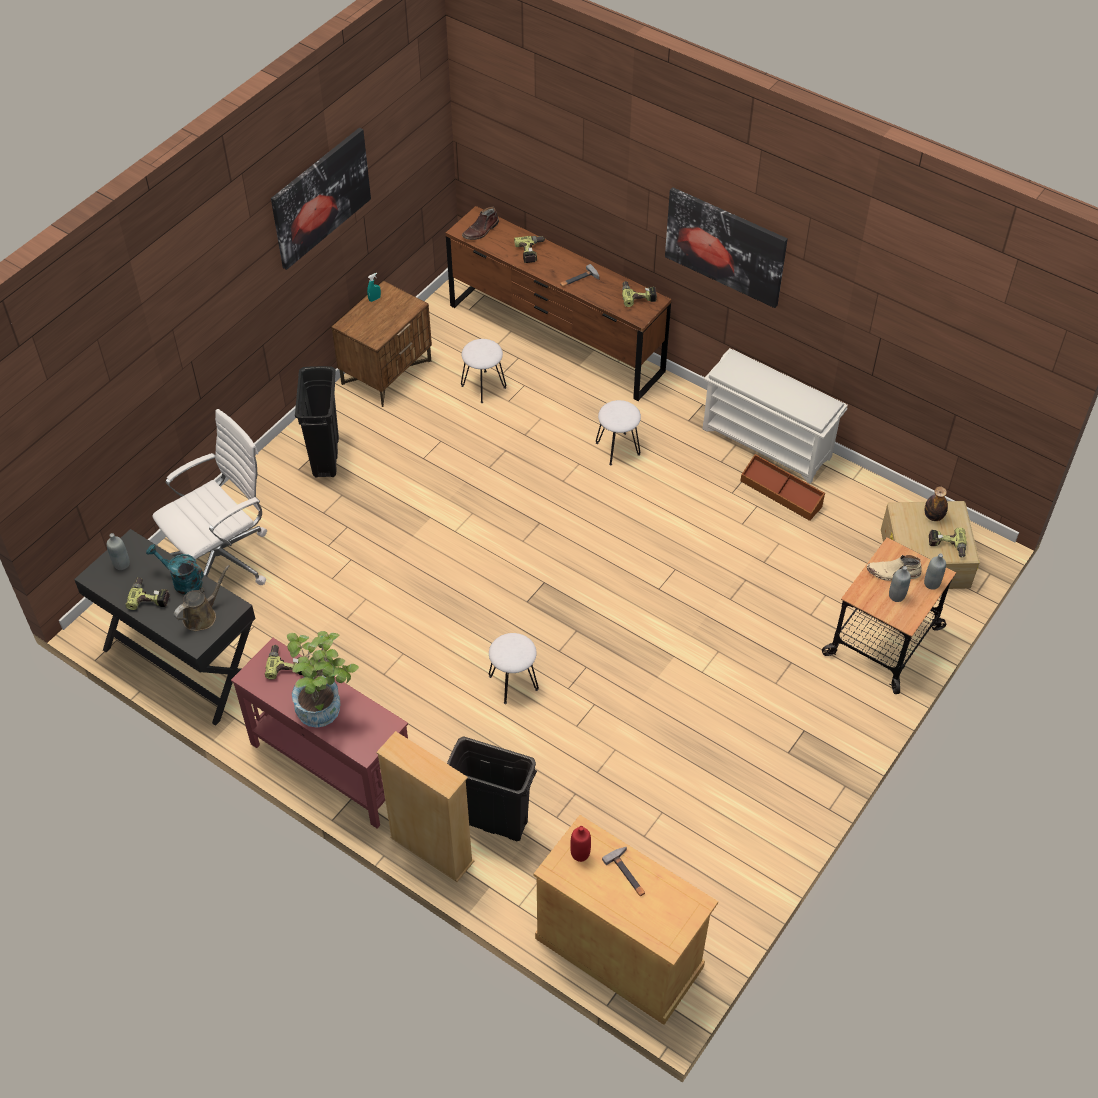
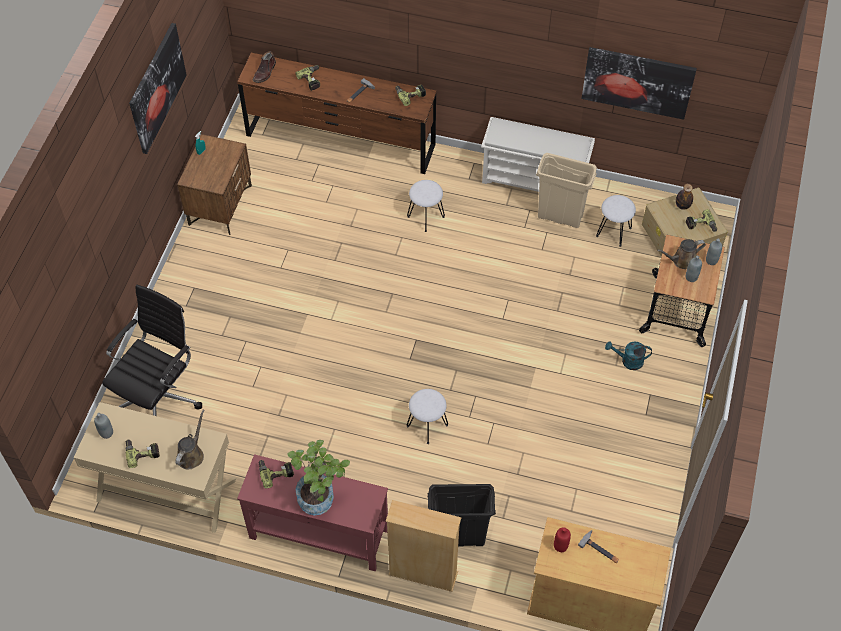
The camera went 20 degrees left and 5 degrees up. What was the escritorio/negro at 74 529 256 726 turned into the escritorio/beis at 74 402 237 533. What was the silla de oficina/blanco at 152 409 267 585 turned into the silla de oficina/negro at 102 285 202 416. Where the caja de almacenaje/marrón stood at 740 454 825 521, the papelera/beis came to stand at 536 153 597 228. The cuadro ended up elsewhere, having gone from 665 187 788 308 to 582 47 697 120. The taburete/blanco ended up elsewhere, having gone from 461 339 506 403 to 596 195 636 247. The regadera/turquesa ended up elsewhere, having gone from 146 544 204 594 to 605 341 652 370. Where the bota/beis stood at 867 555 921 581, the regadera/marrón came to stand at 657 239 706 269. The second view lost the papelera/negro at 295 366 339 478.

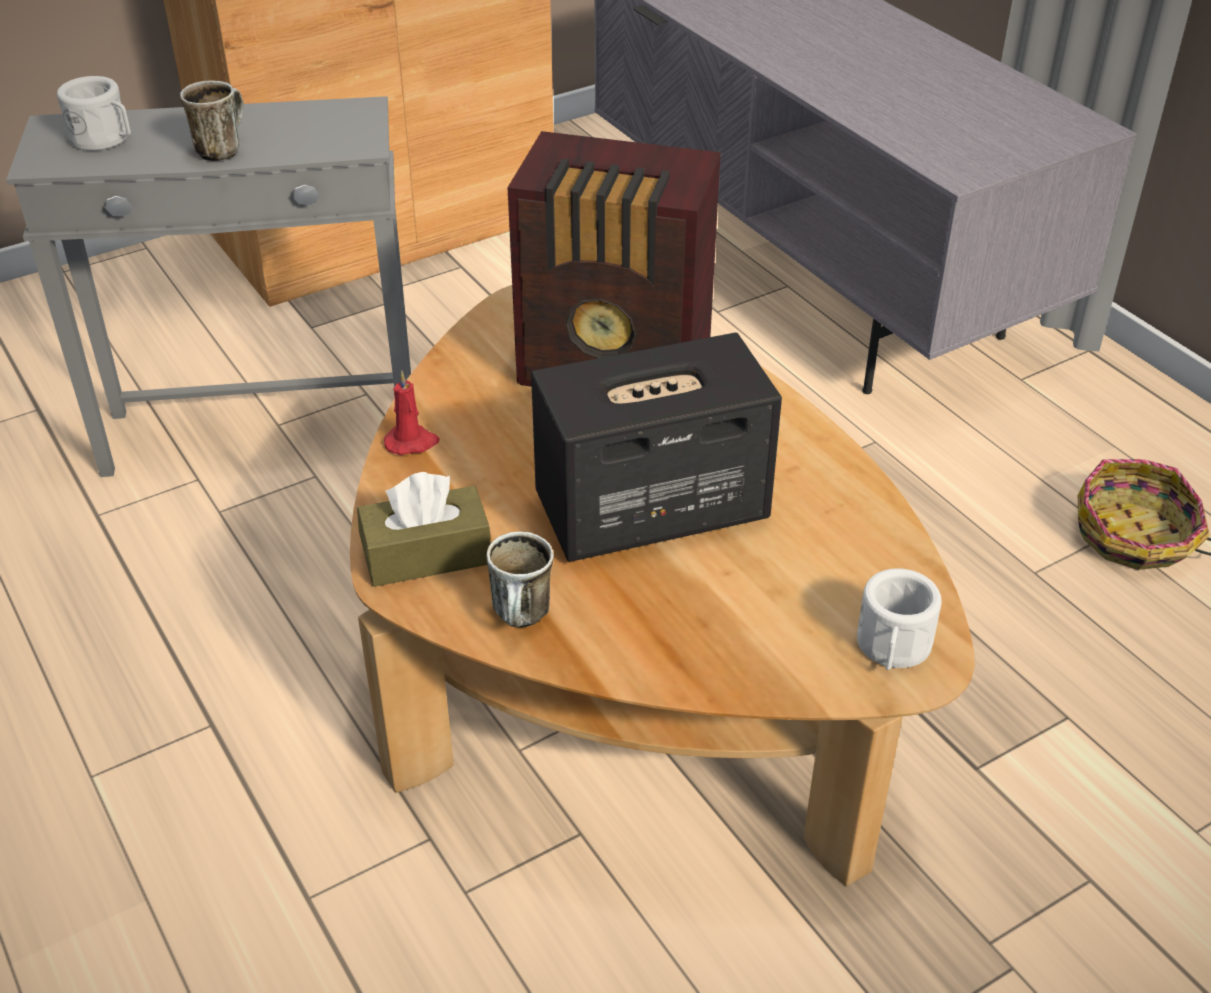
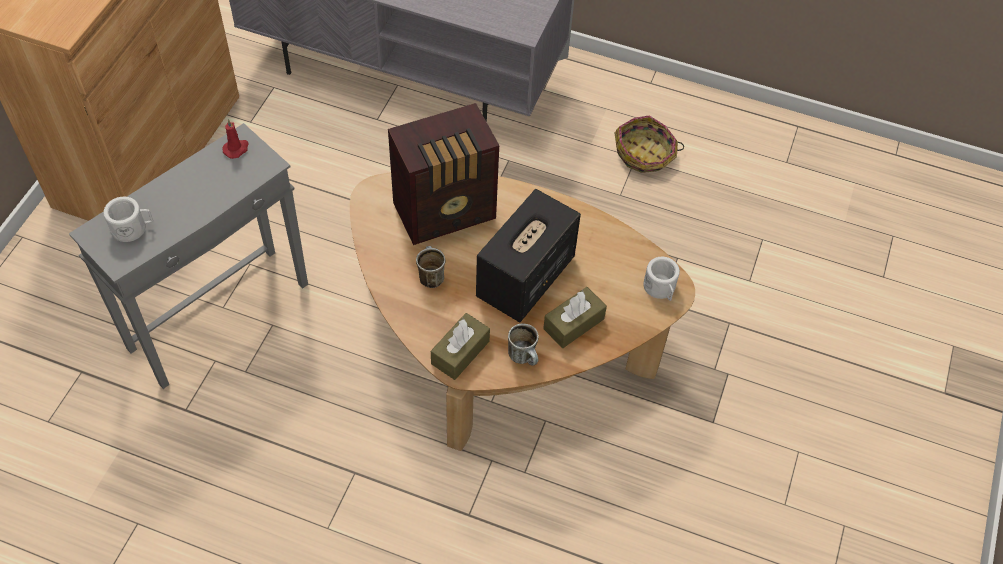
The camera went 40 degrees left and 15 degrees up. The vela/rojo ended up elsewhere, having gone from 384 371 440 455 to 222 119 249 159. The taza grande ended up elsewhere, having gone from 180 81 244 161 to 416 246 446 288. The second view gained the caja de pañuelos/marrón at 543 287 607 348.

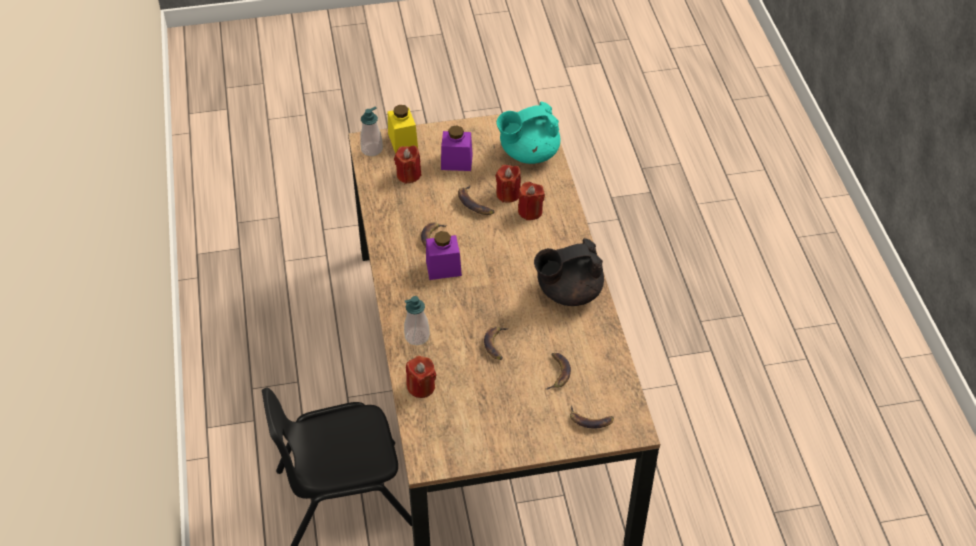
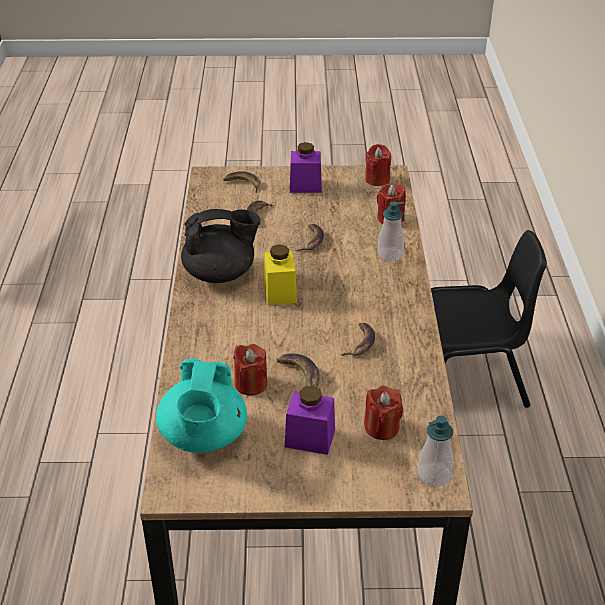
The camera went 170 degrees left and 10 degrees down. The tetera/turquesa at 497 102 561 164 ended up facing another way, 105 degrees clockwise from before. The tarro/amarillo ended up elsewhere, having gone from 388 105 418 153 to 264 244 297 305. The tarro/morado ended up elsewhere, having gone from 426 231 462 280 to 290 142 322 193. The vela/rojo ended up elsewhere, having gone from 518 182 545 220 to 365 144 391 186.

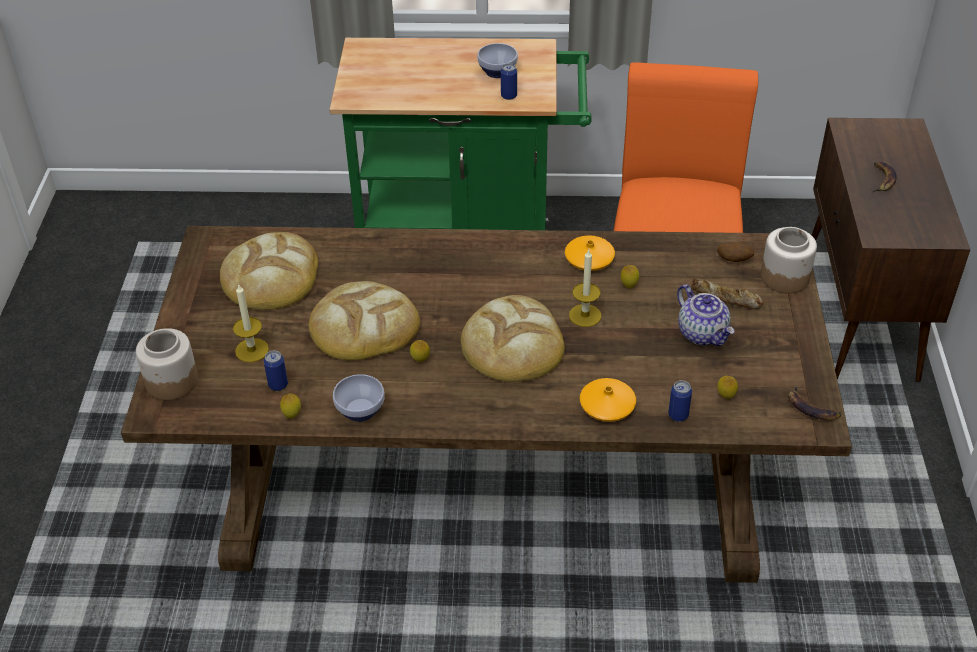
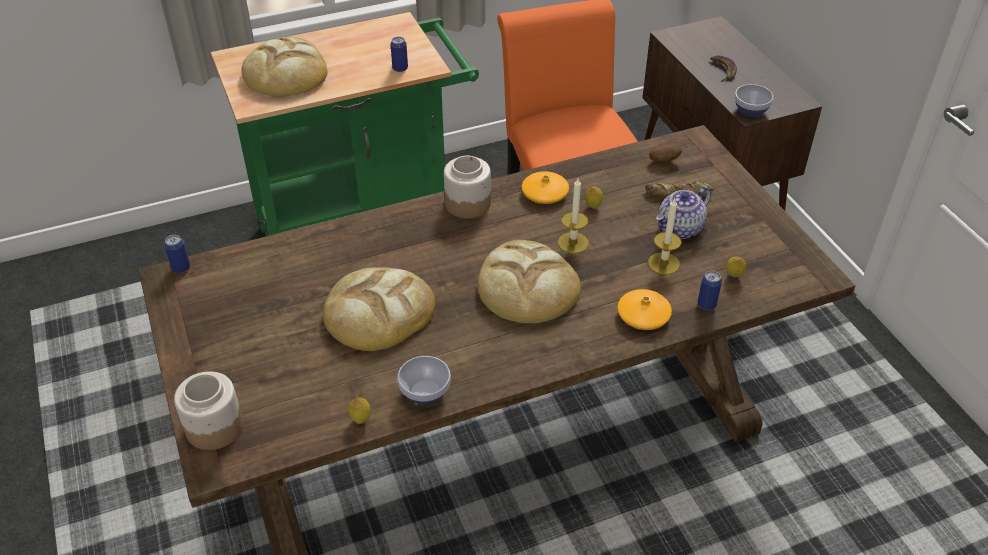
The camera went 25 degrees left and 0 degrees up. The lata ended up elsewhere, having gone from 264 351 288 391 to 164 235 190 273. The pan ended up elsewhere, having gone from 220 232 318 310 to 241 36 328 97. The tarro ended up elsewhere, having gone from 761 227 817 294 to 444 155 491 219. The vela ended up elsewhere, having gone from 233 283 269 362 to 648 198 682 275. The tetera at 677 284 735 346 ended up facing another way, 105 degrees clockwise from before. The cuenco ended up elsewhere, having gone from 477 43 518 78 to 734 84 773 117. The second view lost the limón at 410 340 430 362. The second view lost the plátano at 788 385 841 420.

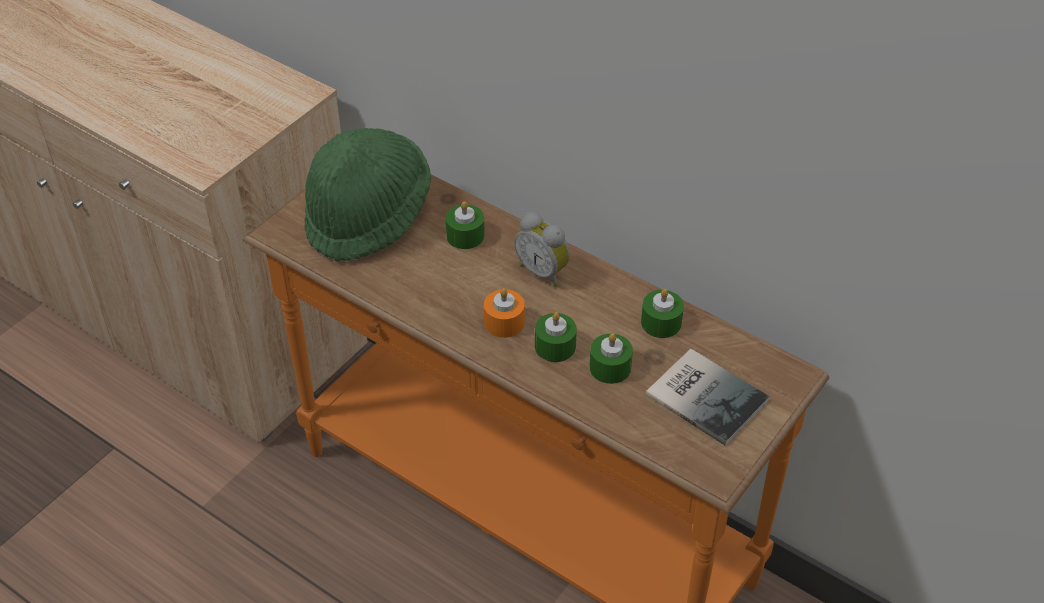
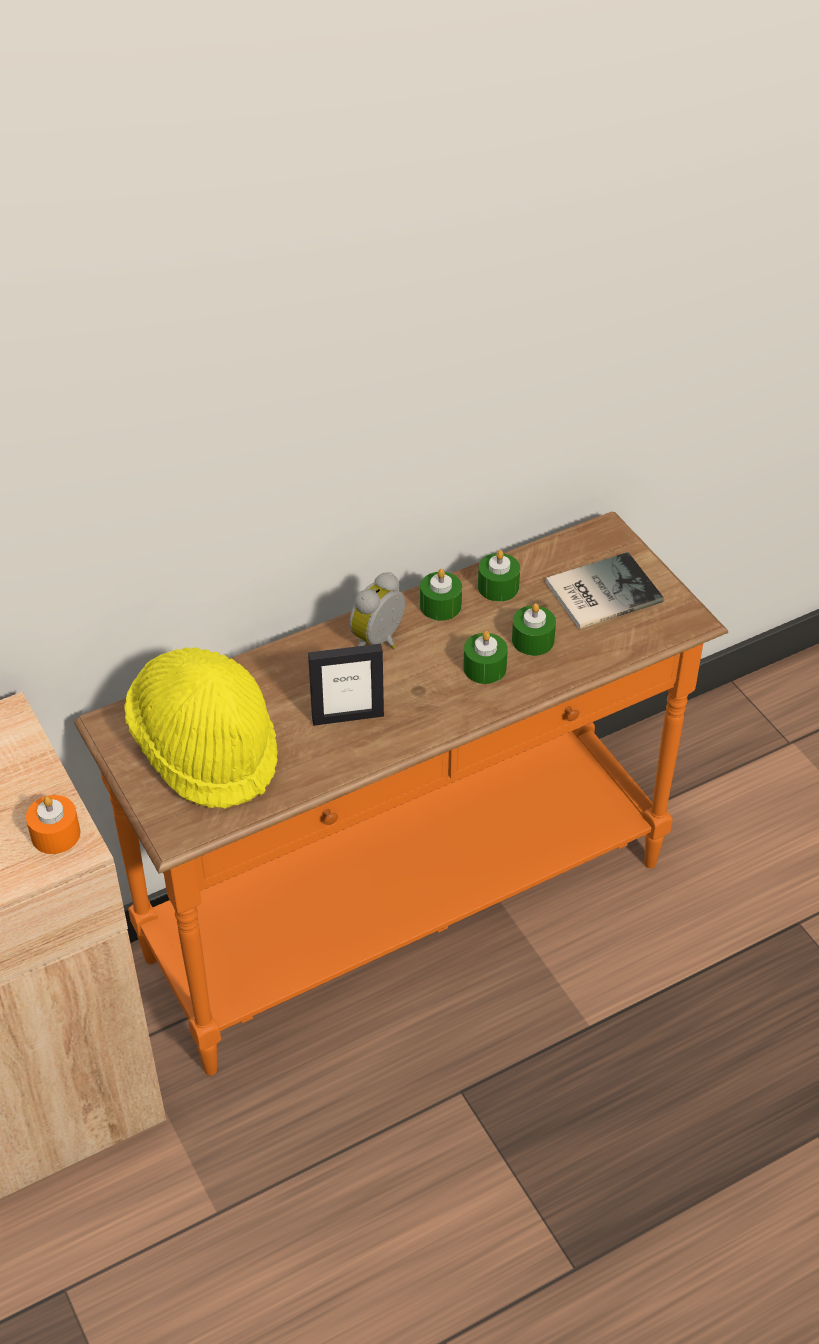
The camera went 65 degrees left and 0 degrees up. The vela/naranja ended up elsewhere, having gone from 484 288 525 338 to 26 795 80 854. What was the sombrero/verde at 304 128 431 262 turned into the sombrero/amarillo at 124 647 278 809. The second view gained the portarretratos at 308 644 384 726. The despertador at 514 212 570 287 ended up facing another way, 150 degrees clockwise from before. The vela/verde ended up elsewhere, having gone from 446 201 485 249 to 420 569 462 621.

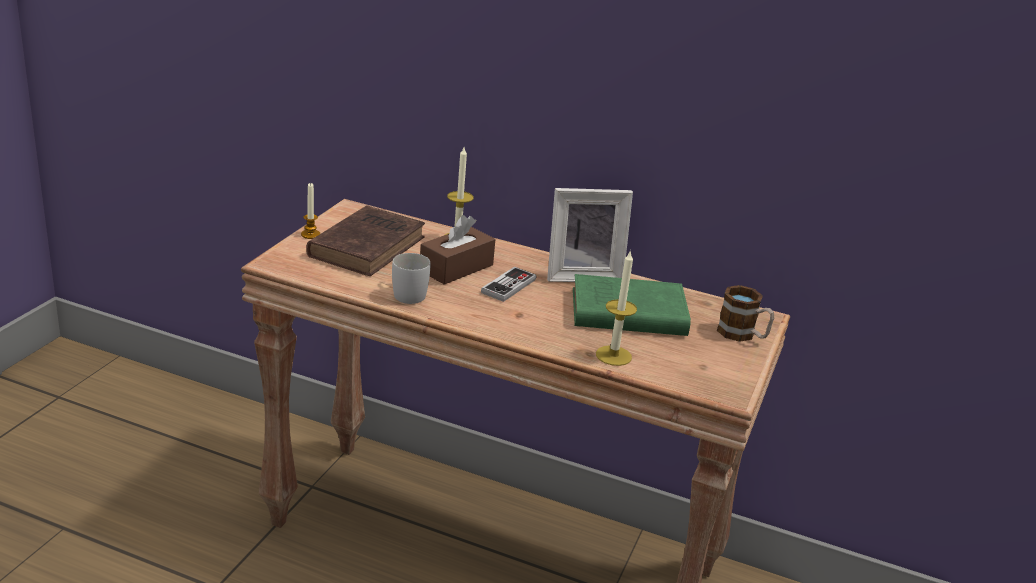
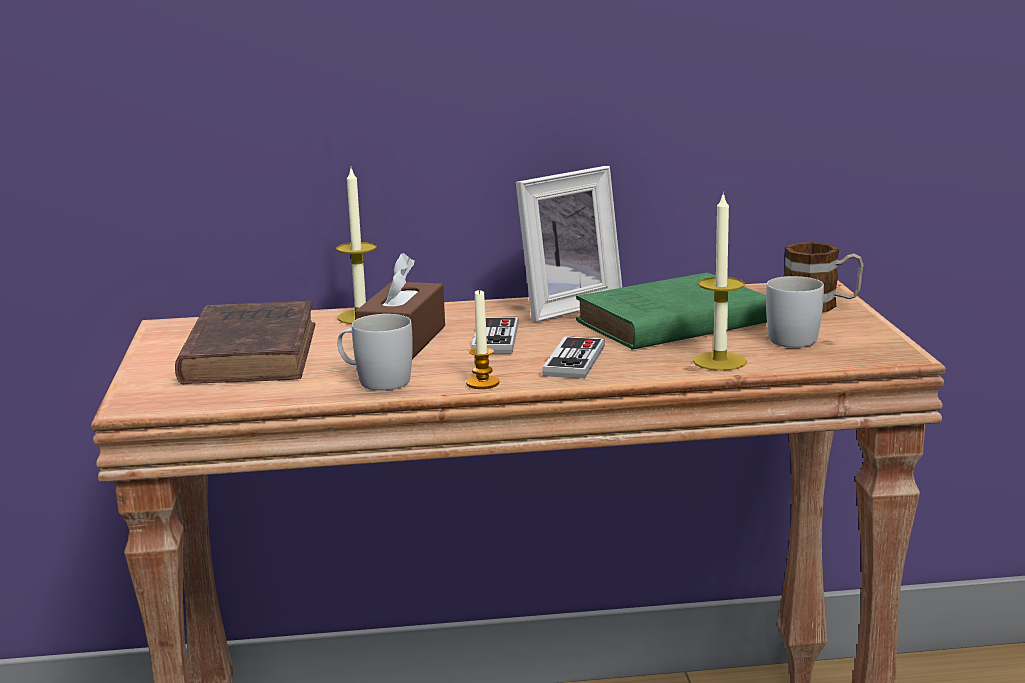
The camera went 25 degrees left and 10 degrees down. The vela ended up elsewhere, having gone from 301 183 320 239 to 466 289 499 389. The second view gained the mando de consola at 542 336 605 379. The second view gained the taza grande/blanco at 766 276 824 348.

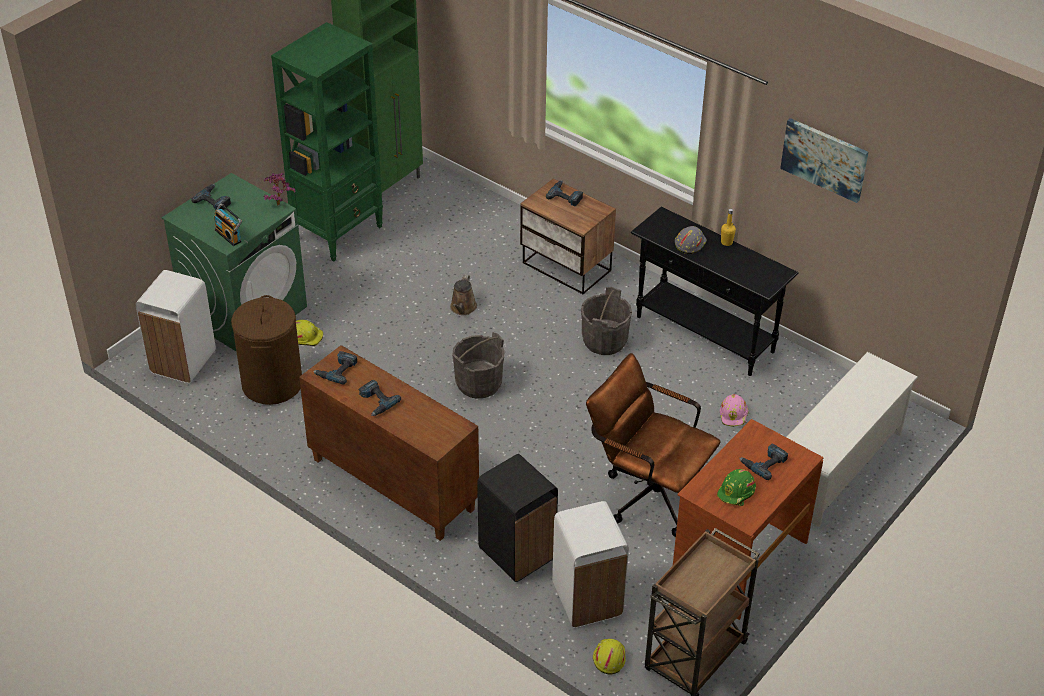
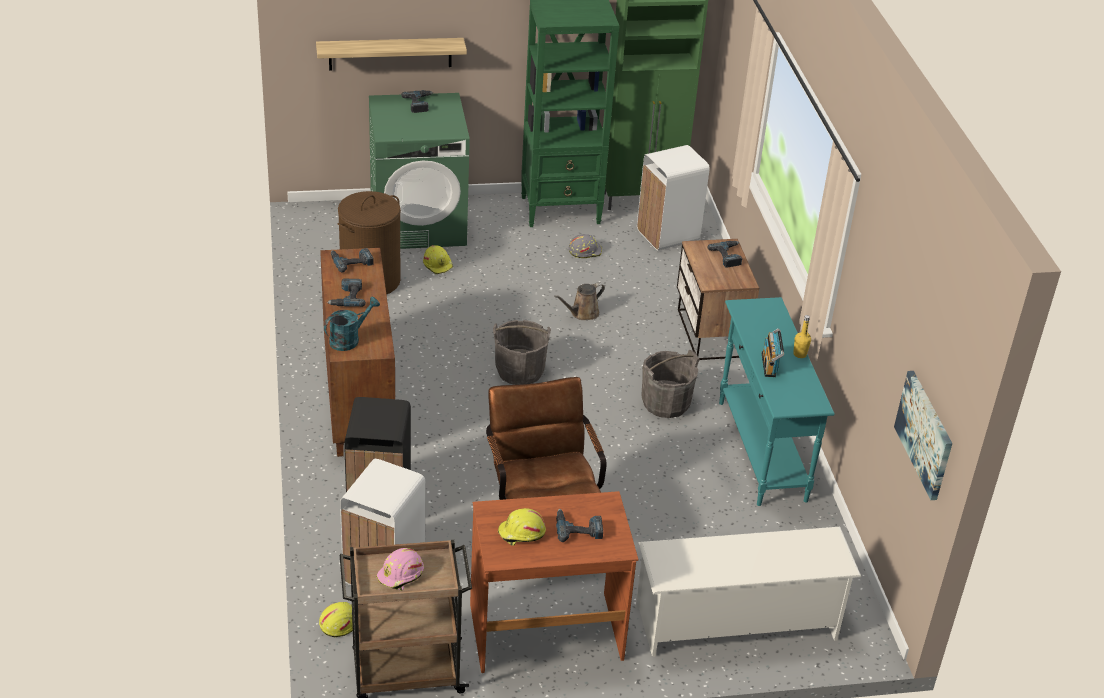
The camera went 40 degrees right and 5 degrees down. The second view gained the estante at 316 38 467 71. The second view gained the regadera/turquesa at 324 297 380 351. The casco/rosa ended up elsewhere, having gone from 720 394 748 427 to 376 548 424 591. What was the casco/verde at 717 469 756 506 turned into the casco/amarillo at 498 508 546 546. The casco/gris ended up elsewhere, having gone from 675 226 707 254 to 569 234 602 258. The papelera/blanco ended up elsewhere, having gone from 136 270 216 383 to 637 145 709 250. What was the mesa consola/negro at 631 207 799 376 turned into the mesa consola/turquesa at 719 297 835 506. The radio ended up elsewhere, having gone from 214 203 242 246 to 761 328 784 377. The cuadro ended up elsewhere, having gone from 780 118 868 203 to 894 371 953 500. The second view lost the planta en maceta at 264 173 295 206.

